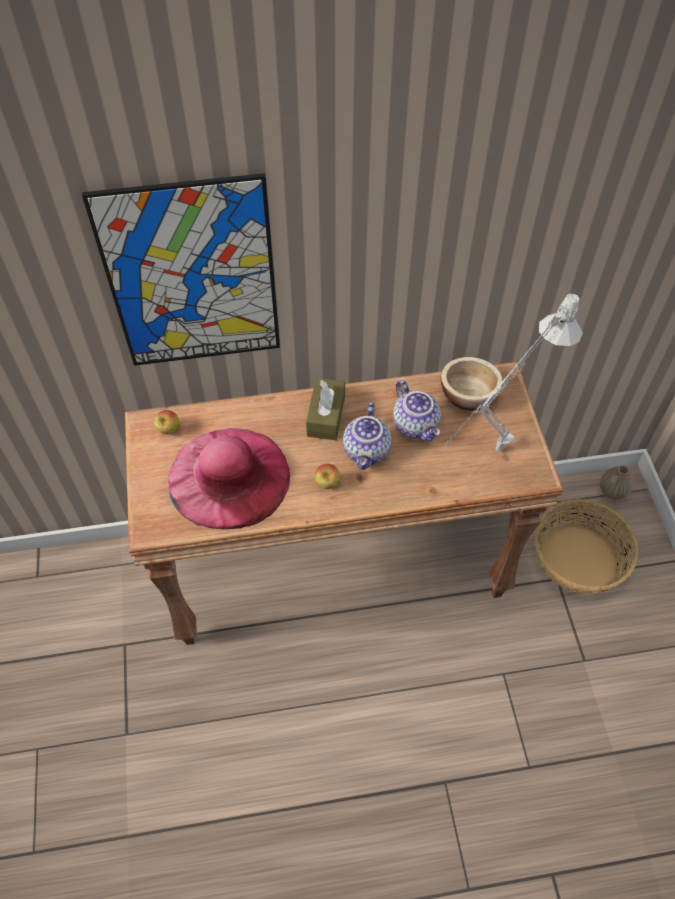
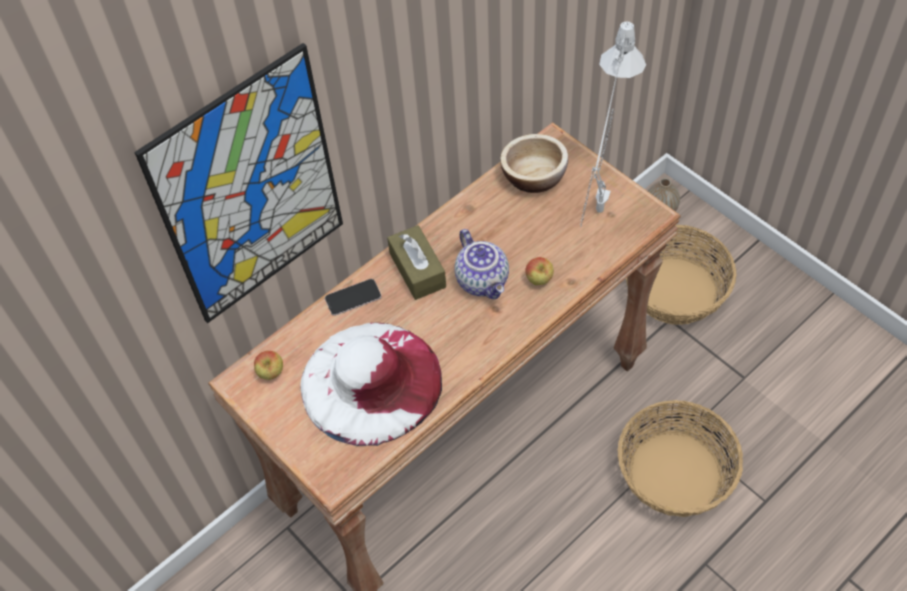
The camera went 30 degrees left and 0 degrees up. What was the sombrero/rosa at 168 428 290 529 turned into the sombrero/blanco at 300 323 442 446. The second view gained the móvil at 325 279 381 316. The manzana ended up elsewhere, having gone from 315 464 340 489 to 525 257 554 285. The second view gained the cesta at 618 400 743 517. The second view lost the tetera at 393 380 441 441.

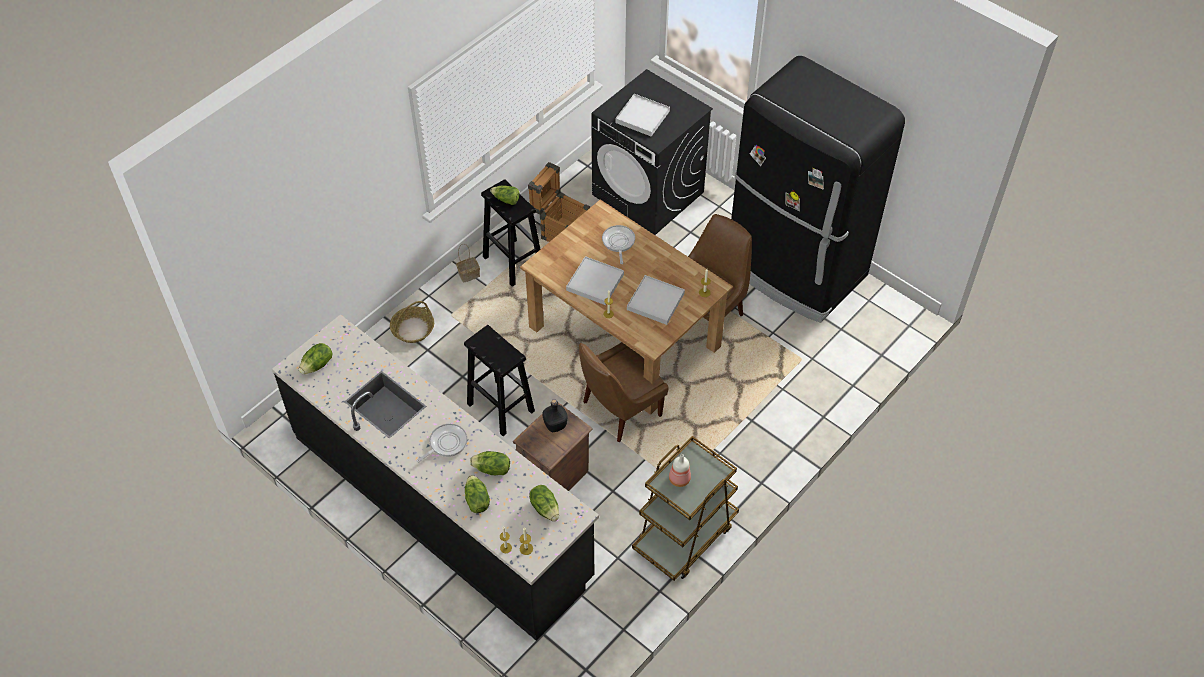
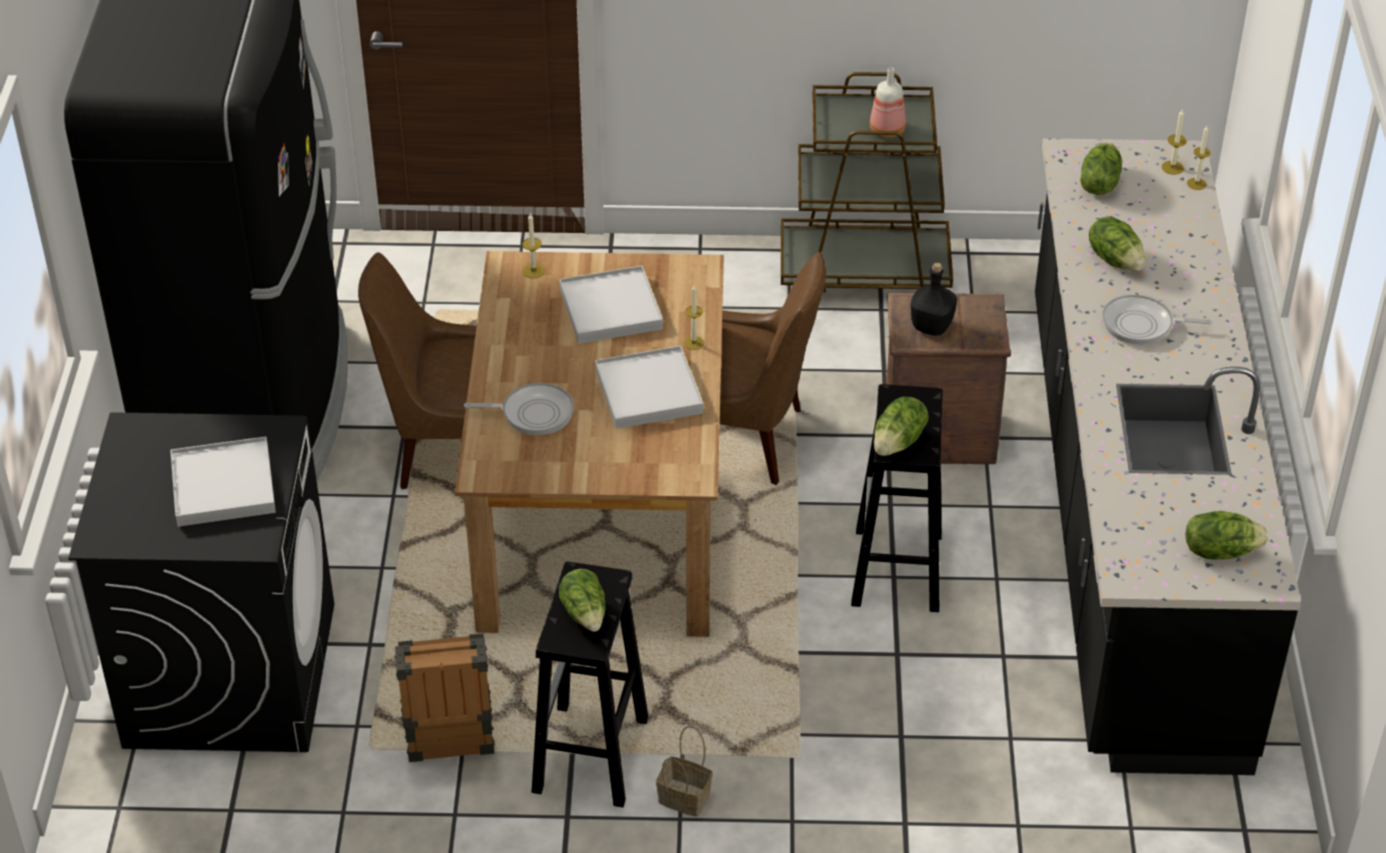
The camera went 130 degrees left and 10 degrees down. The sartén at 602 225 635 264 ended up facing another way, 135 degrees counterclockwise from before. The lechuga ended up elsewhere, having gone from 465 475 490 513 to 874 397 928 456. The second view lost the cesta at 390 301 434 343.

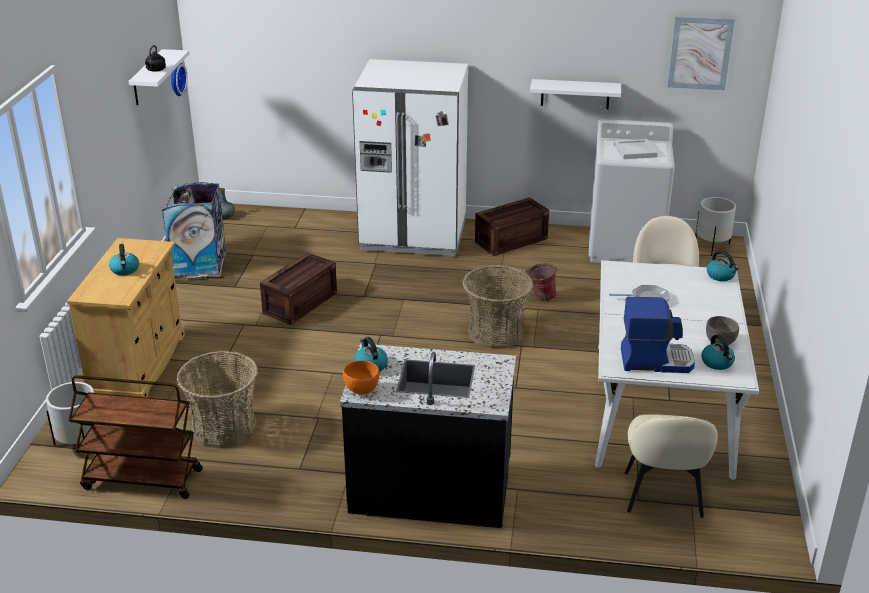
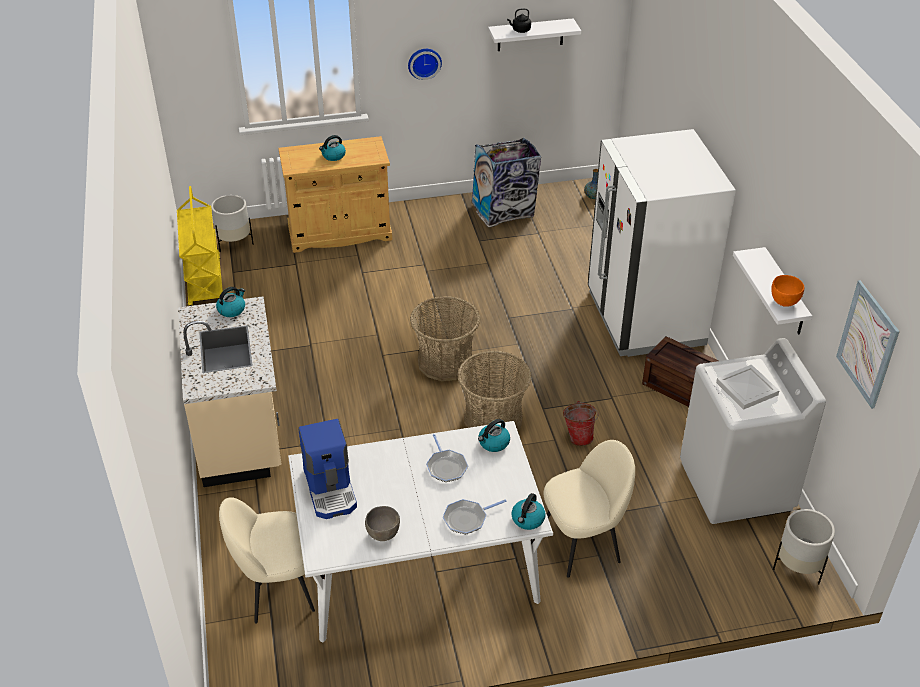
The camera went 70 degrees right and 10 degrees up. What was the carrito/marrón at 68 375 202 499 turned into the carrito/amarillo at 177 186 223 306. What was the mueble bajo de cocina/negro at 340 343 516 528 turned into the mueble bajo de cocina/beis at 178 296 282 487. The reloj de pared ended up elsewhere, having gone from 171 63 188 96 to 408 49 442 80. The cesta ended up elsewhere, having gone from 177 351 258 448 to 410 296 480 381. The second view gained the sartén at 443 499 507 534. The hervidor ended up elsewhere, having gone from 701 334 735 370 to 478 419 510 452. The cuenco/naranja ended up elsewhere, having gone from 343 360 379 395 to 771 275 804 307. The second view lost the caja de embalaje at 260 252 337 325.

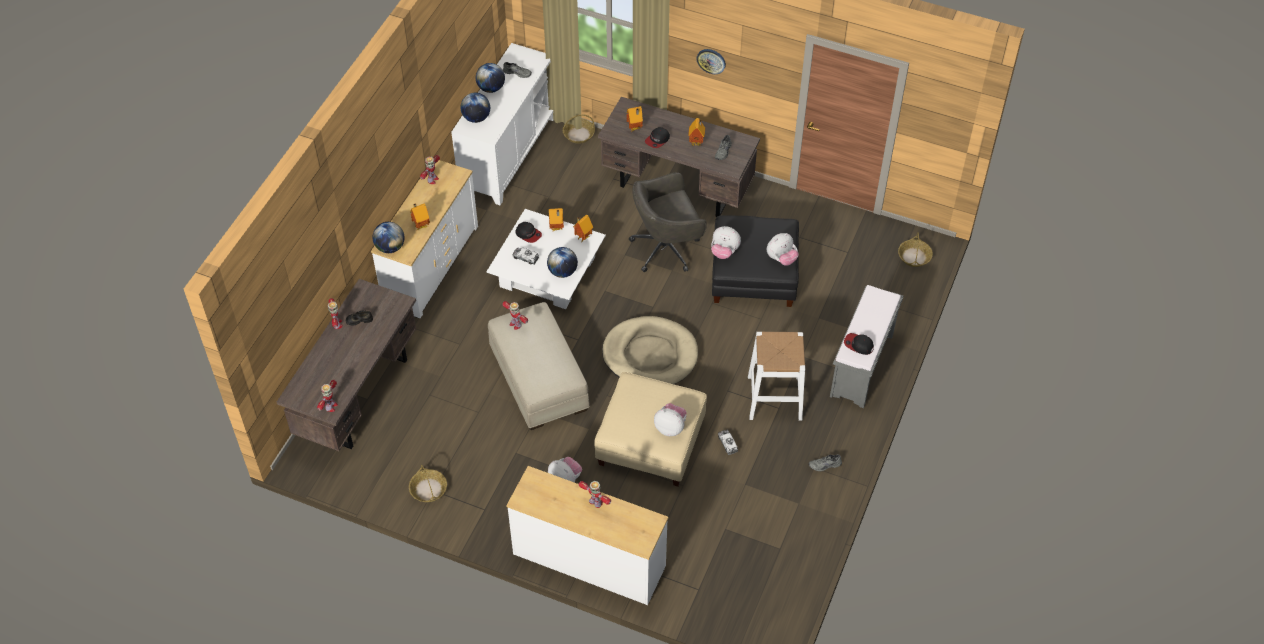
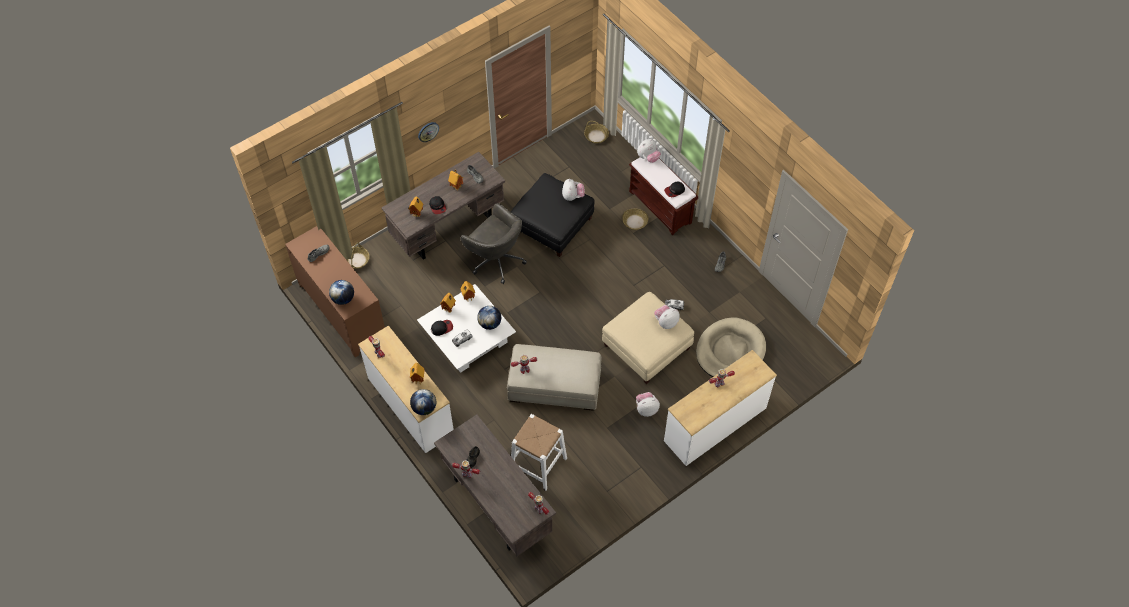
The camera went 60 degrees left and 5 degrees up. What was the armario/blanco at 451 43 554 205 turned into the armario/marrón at 285 226 385 358. The silla de oficina/gris at 629 172 707 272 ended up facing another way, 60 degrees counterclockwise from before. The taburete/blanco ended up elsewhere, having gone from 748 332 805 421 to 511 414 567 491. The cesta ended up elsewhere, having gone from 409 465 447 502 to 622 209 649 230. What was the banco/gris at 830 285 903 408 turned into the banco/marrón at 629 157 698 235. The peluche ended up elsewhere, having gone from 711 226 741 259 to 637 139 661 163. The cama para perro/beis ended up elsewhere, having gone from 602 316 698 384 to 696 318 766 377. The second view lost the globo terráqueo at 476 63 505 93.

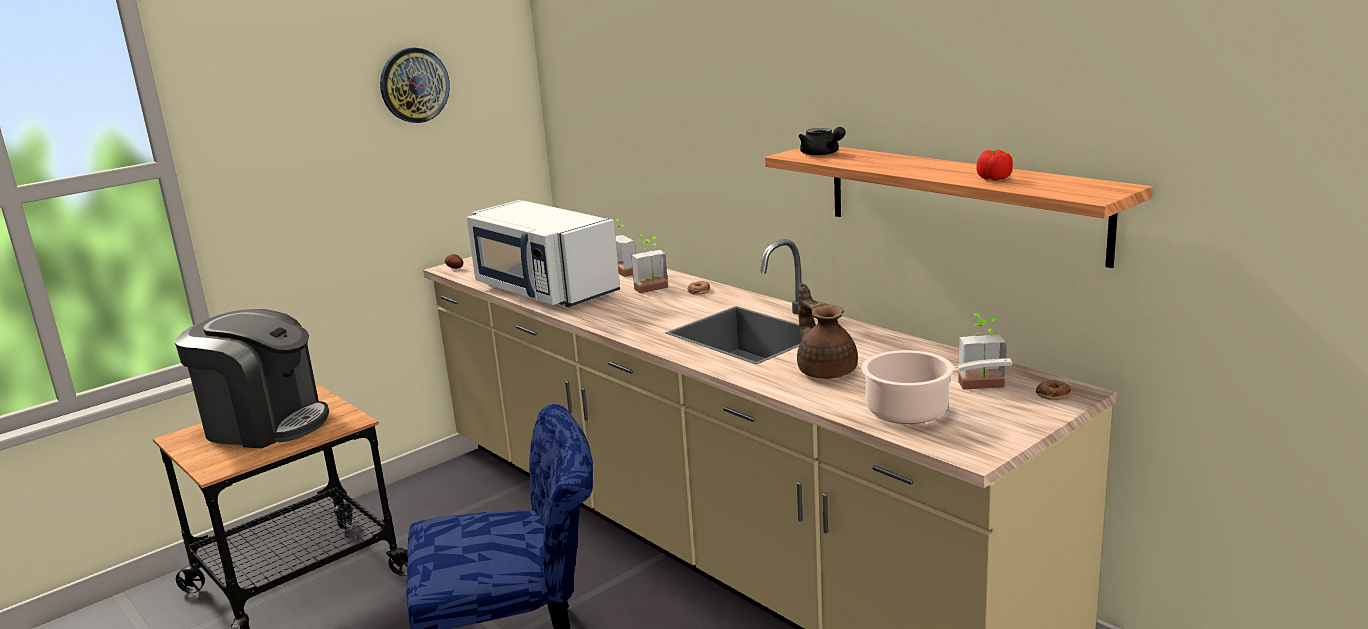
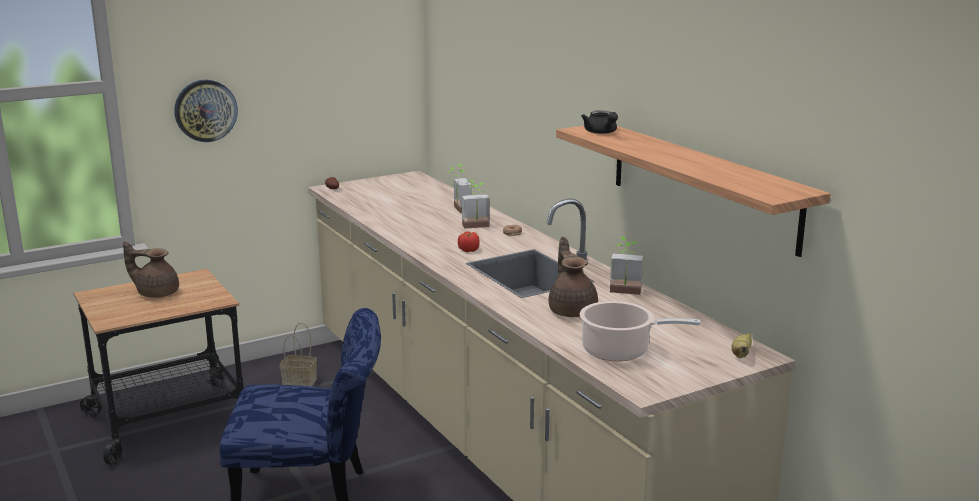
The camera went 10 degrees right and 0 degrees up. Where the cafetera stood at 175 309 329 448, the tetera/marrón came to stand at 123 241 179 298. The reloj de pared ended up elsewhere, having gone from 380 48 450 123 to 174 80 238 142. The second view gained the cesta at 280 322 317 387. The tomate ended up elsewhere, having gone from 976 150 1013 181 to 458 232 479 252. The planta en maceta ended up elsewhere, having gone from 958 313 1006 390 to 610 237 643 295. Where the rosquilla stood at 1036 380 1071 400, the plátano came to stand at 731 333 752 358. The second view lost the microondas/blanco at 467 200 620 307.

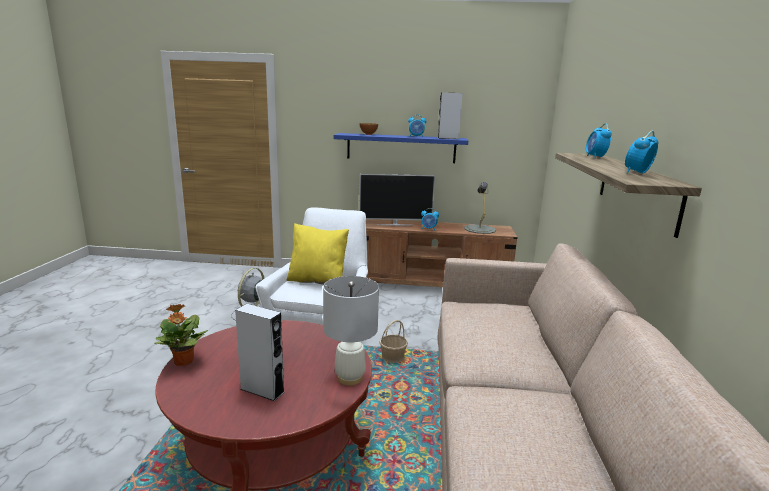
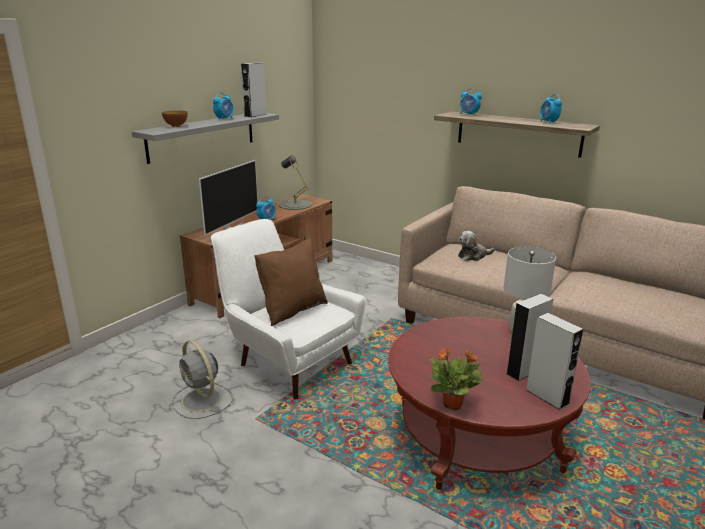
The camera went 60 degrees left and 5 degrees up. What was the estante/azul at 334 133 468 163 turned into the estante/gris at 132 113 279 164. What was the cojín/amarillo at 287 223 349 285 turned into the cojín/marrón at 254 238 328 326. The second view gained the peluche at 458 231 495 261. The second view gained the altavoz/gris at 526 313 583 410. The second view lost the cesta at 380 320 408 363.

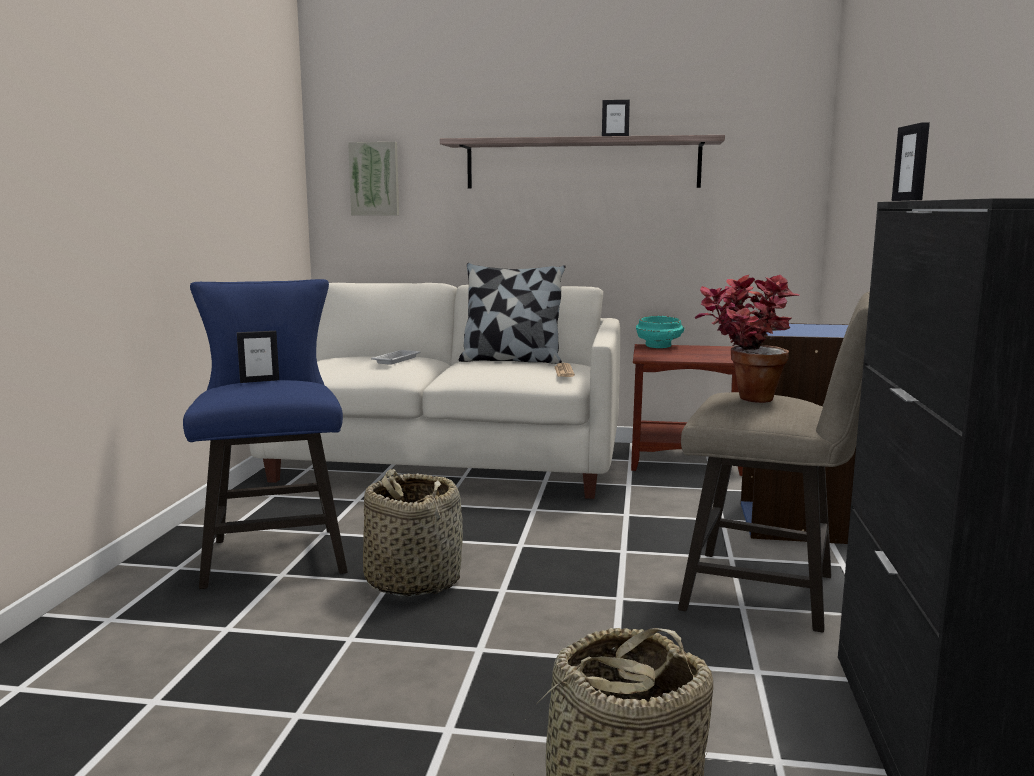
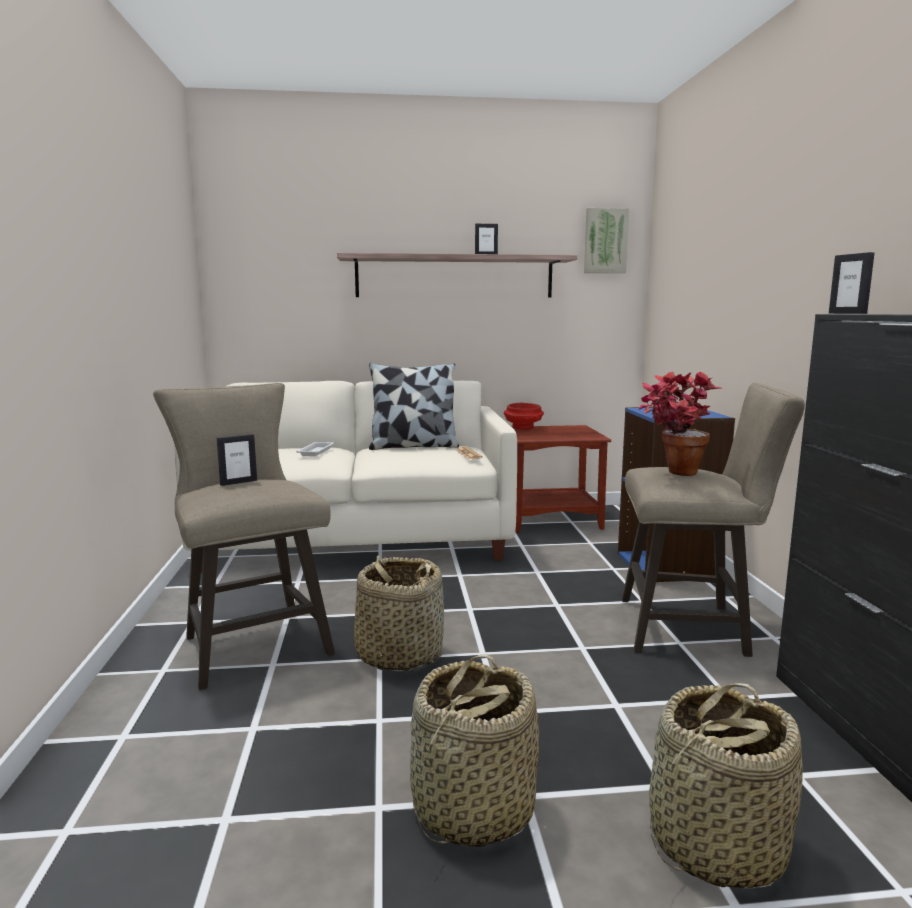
The camera went 15 degrees left and 0 degrees up. What was the taburete/azul at 183 279 348 589 turned into the taburete/beis at 153 383 335 690. The second view gained the cesta at 410 654 539 847. What was the cuenco/turquesa at 636 316 684 348 turned into the cuenco/rojo at 504 403 544 430. The cuadro ended up elsewhere, having gone from 348 142 399 215 to 584 208 629 273.

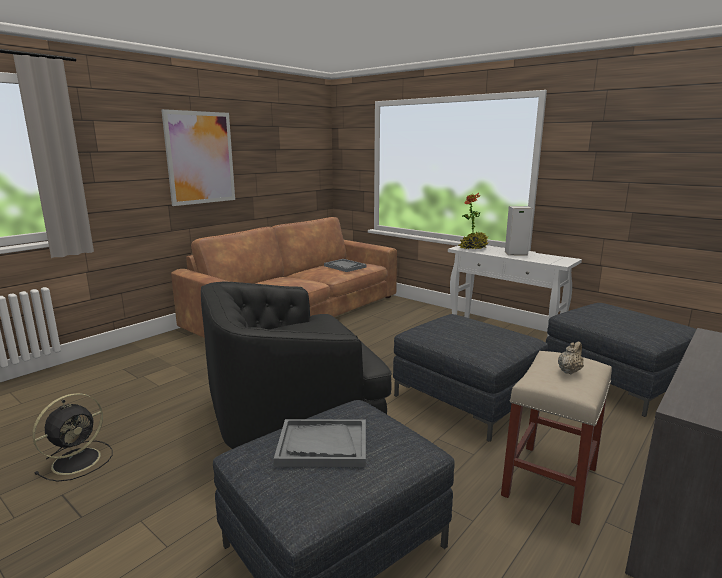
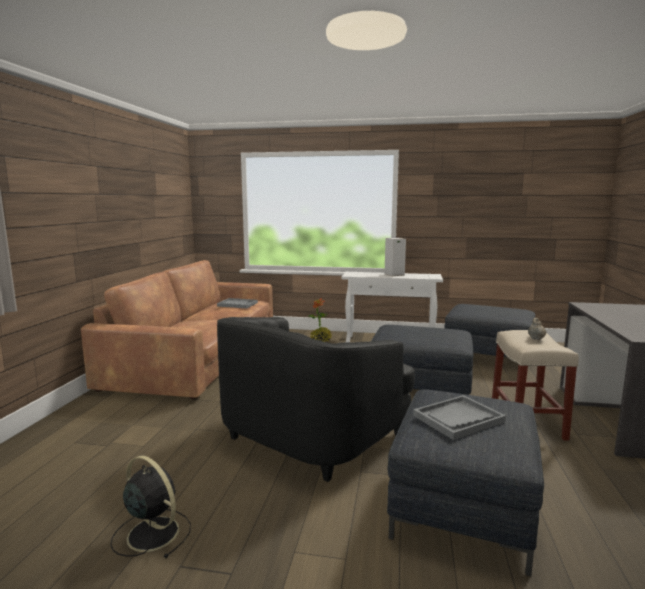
The camera went 30 degrees left and 5 degrees down. The ventilador/negro at 33 393 113 482 ended up facing another way, 60 degrees counterclockwise from before. The planta en maceta ended up elsewhere, having gone from 458 193 488 249 to 309 298 332 342. The second view lost the cuadro at 161 109 235 206.

